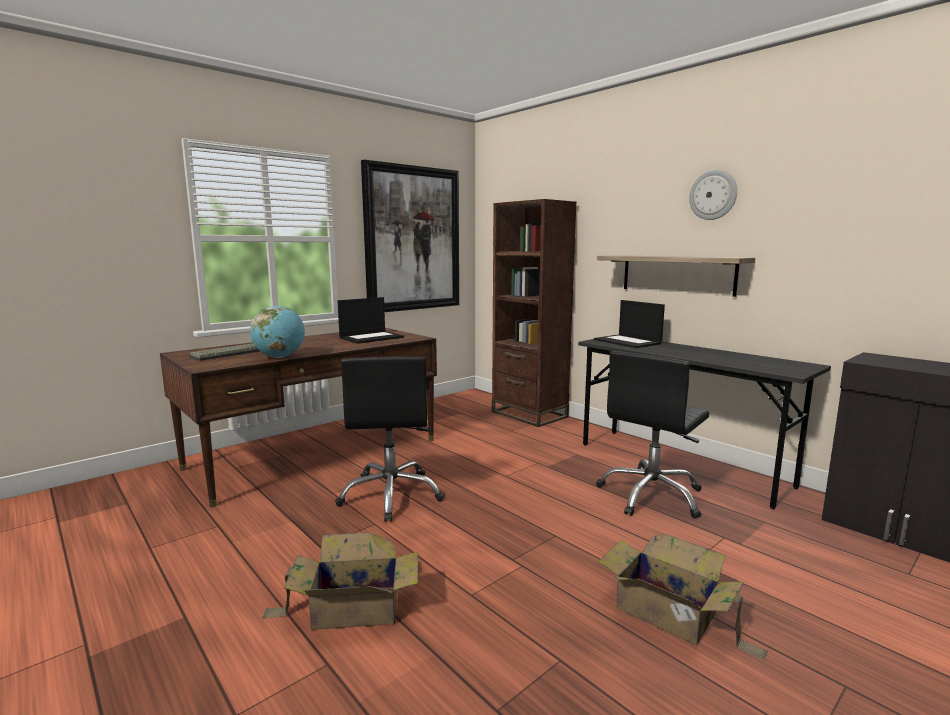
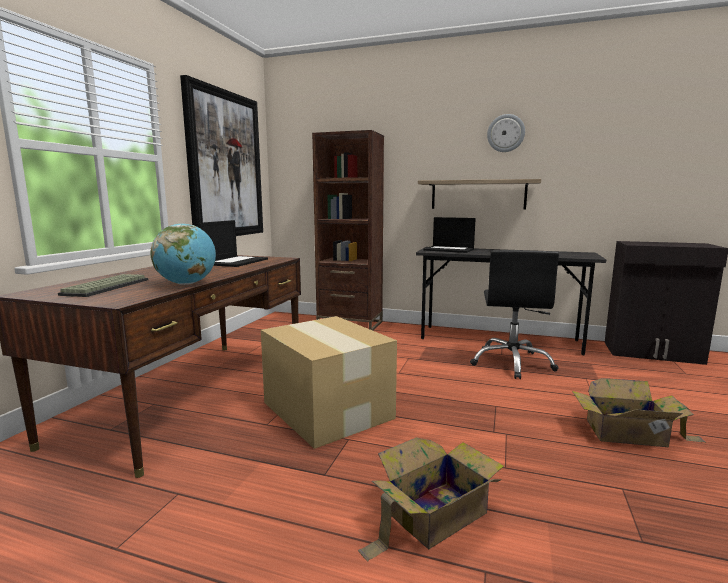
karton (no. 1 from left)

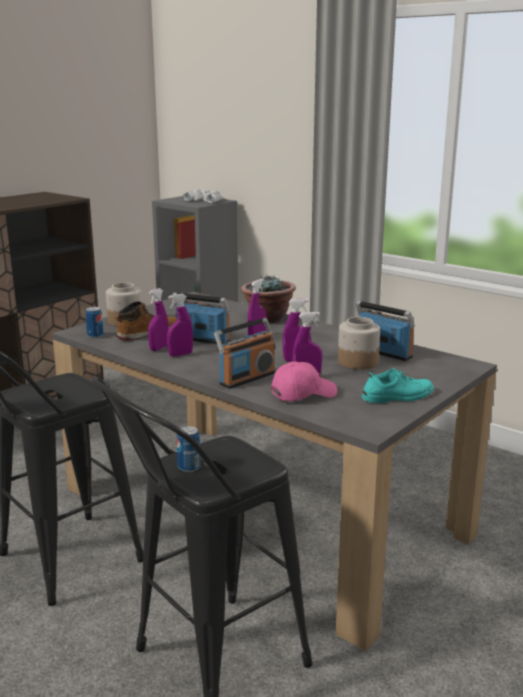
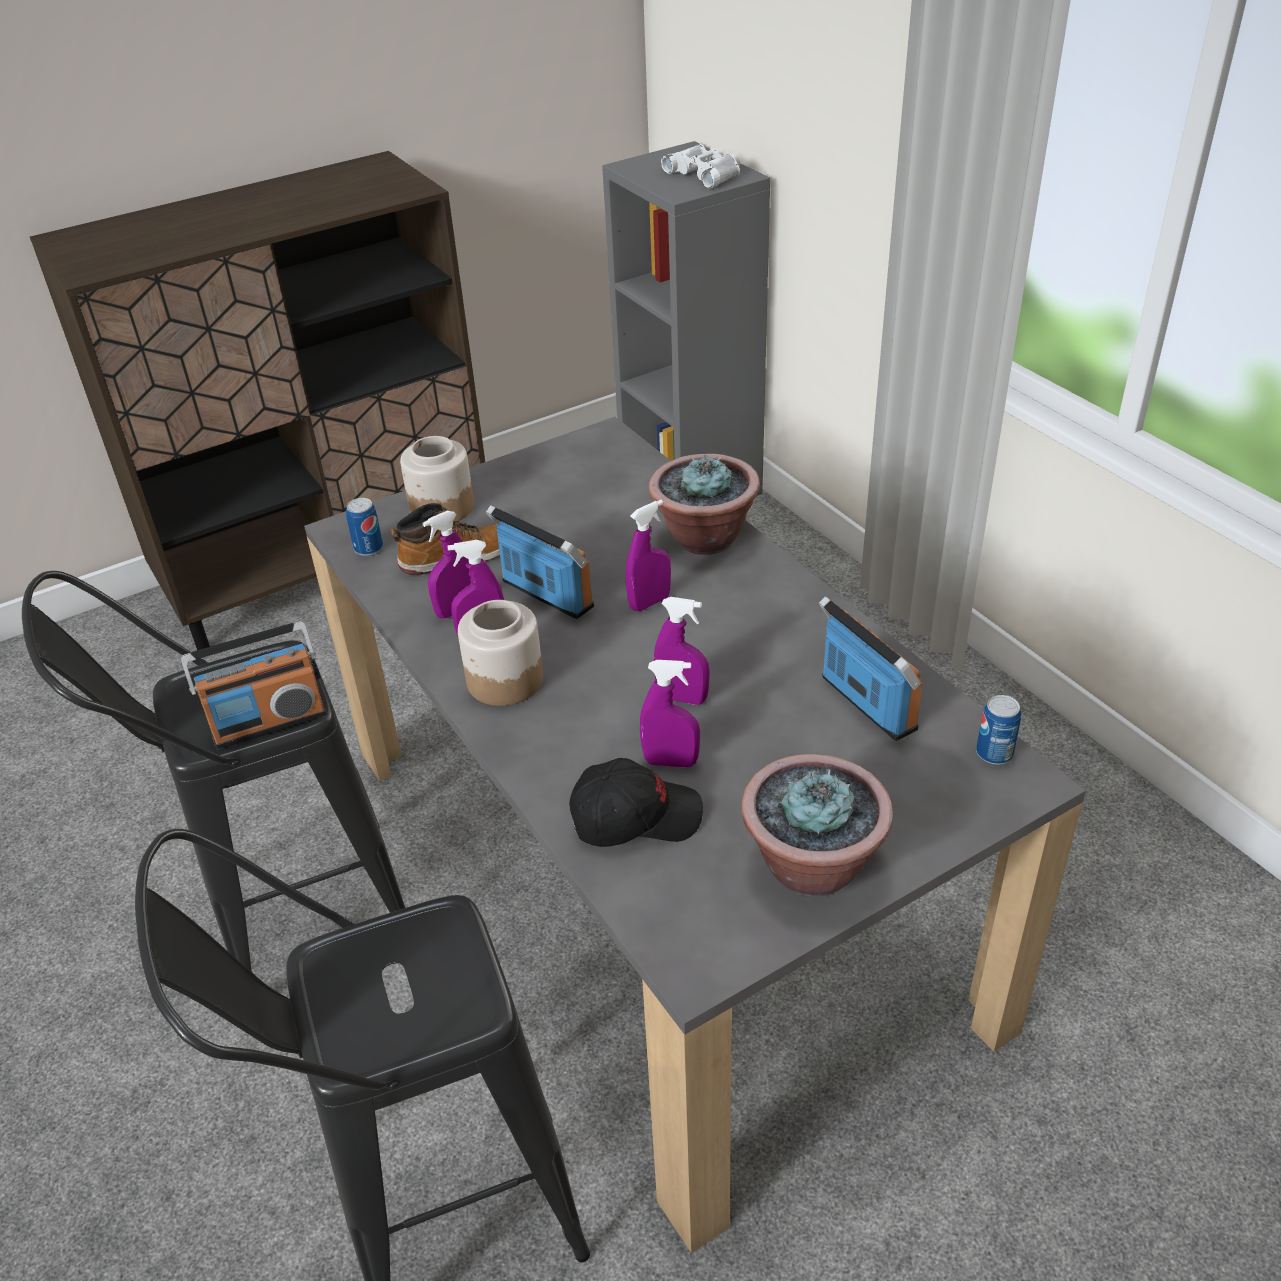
radio (no. 1 from left)
słoik (no. 2 from left)
czapka z daszkiem (czarny)
roślina doniczkowa (no. 2 from left)
puszka (no. 2 from left)

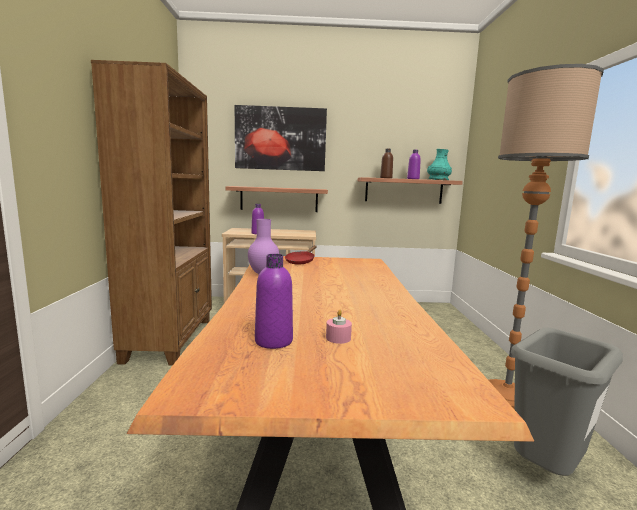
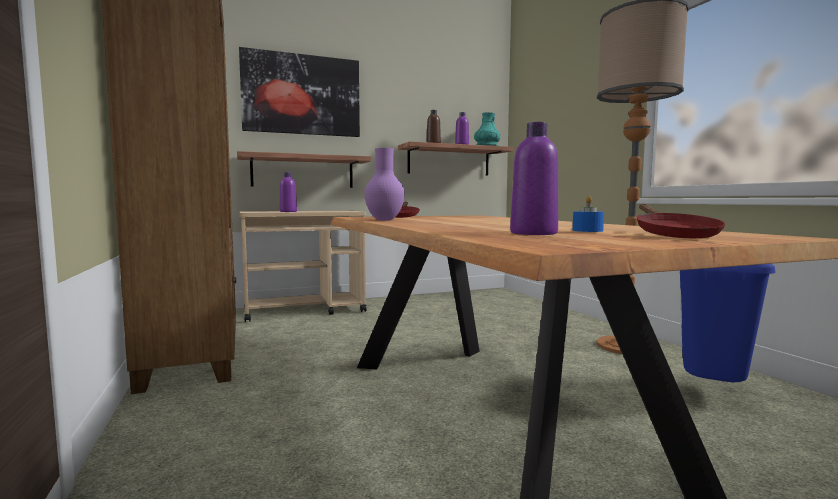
świeca (niebieski)
patelnia (czerwony) (no. 2 from left)
kosz na śmieci (niebieski)

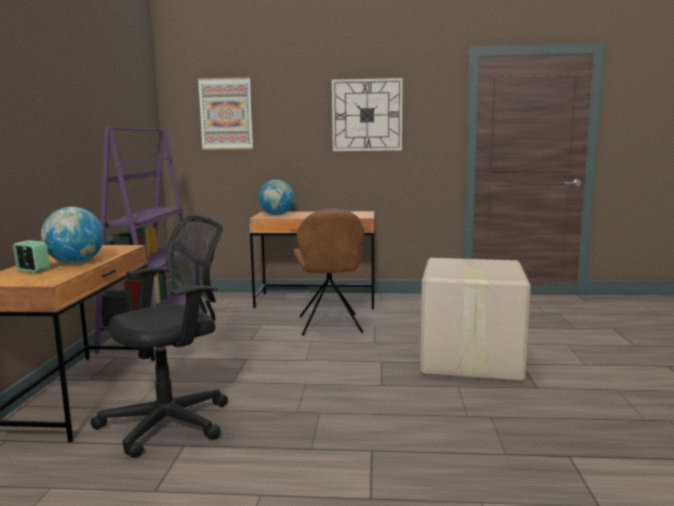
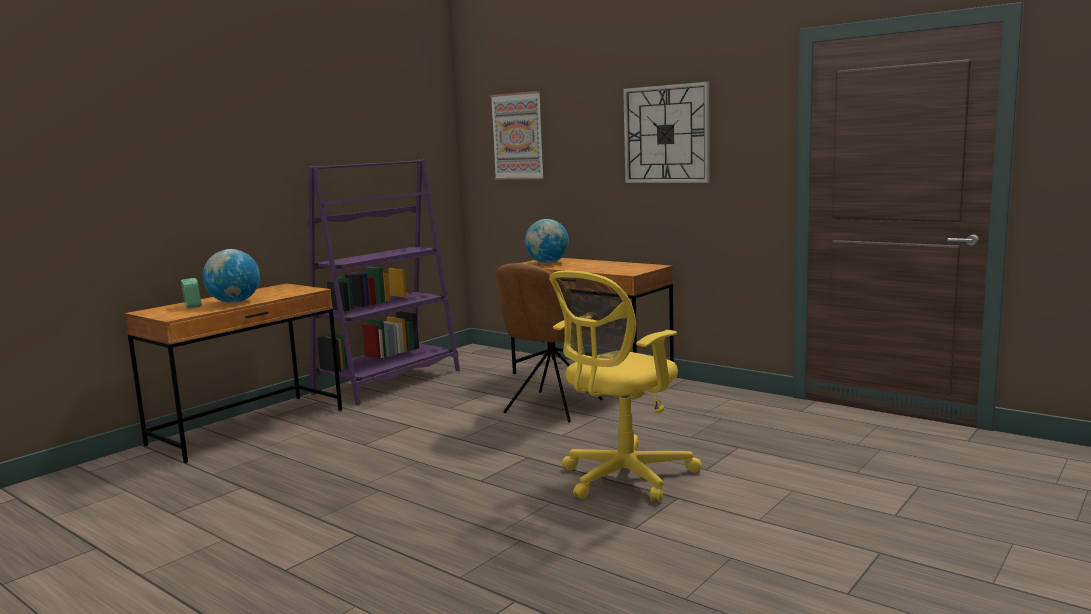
krzesło biurowe (żółty)
krzesło biurowe (czarny)

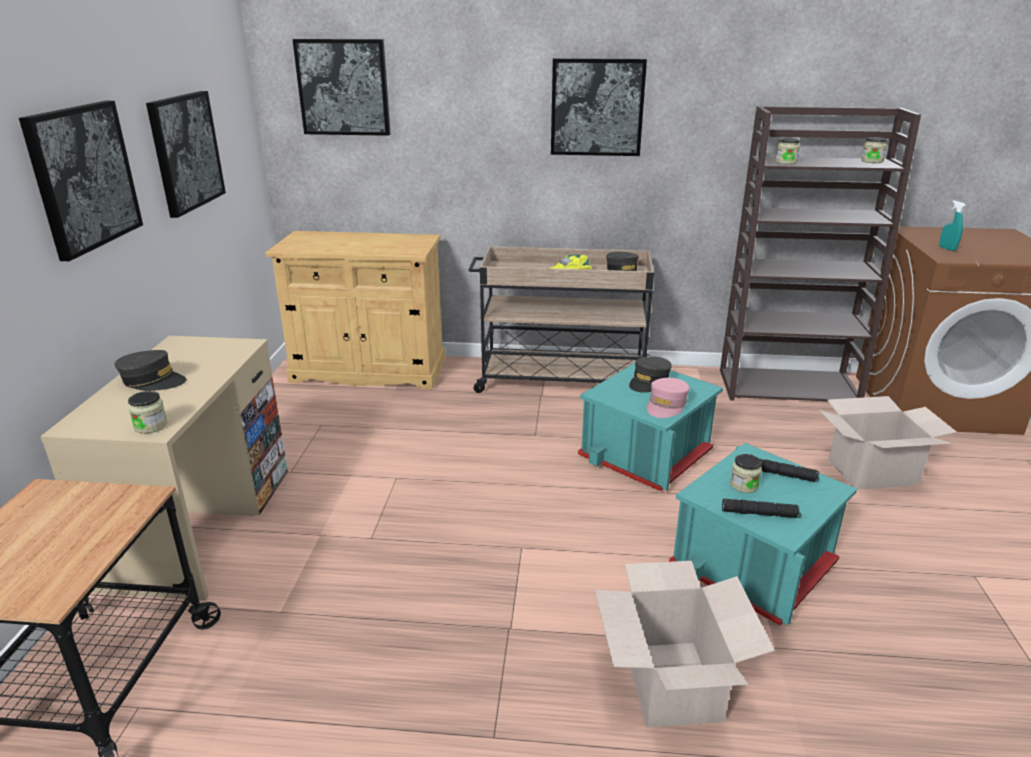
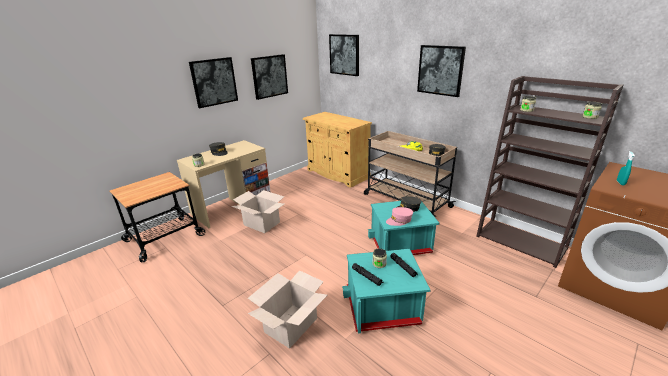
karton (no. 1 from left)

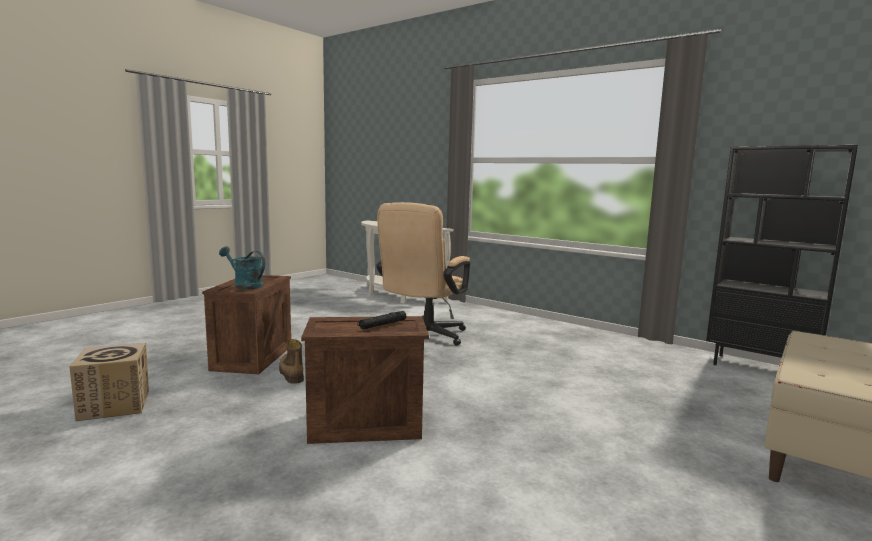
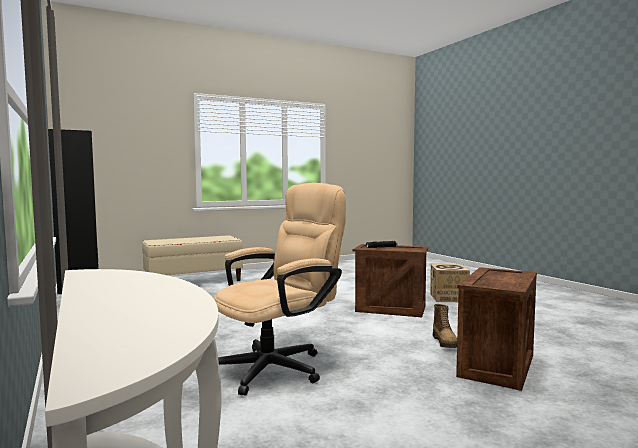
karton
konewka (turkusowy)

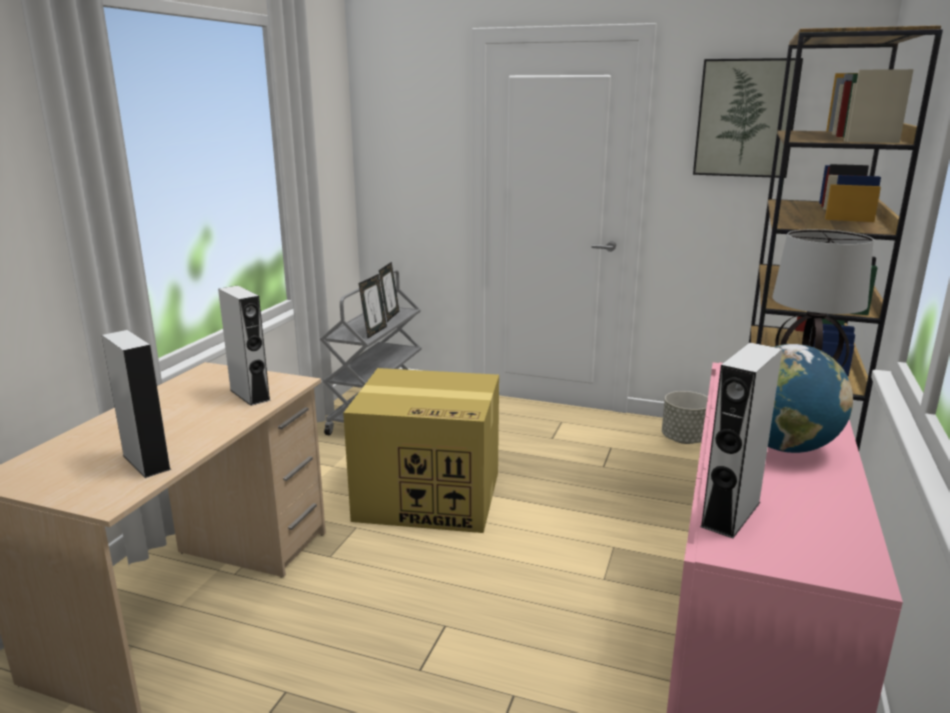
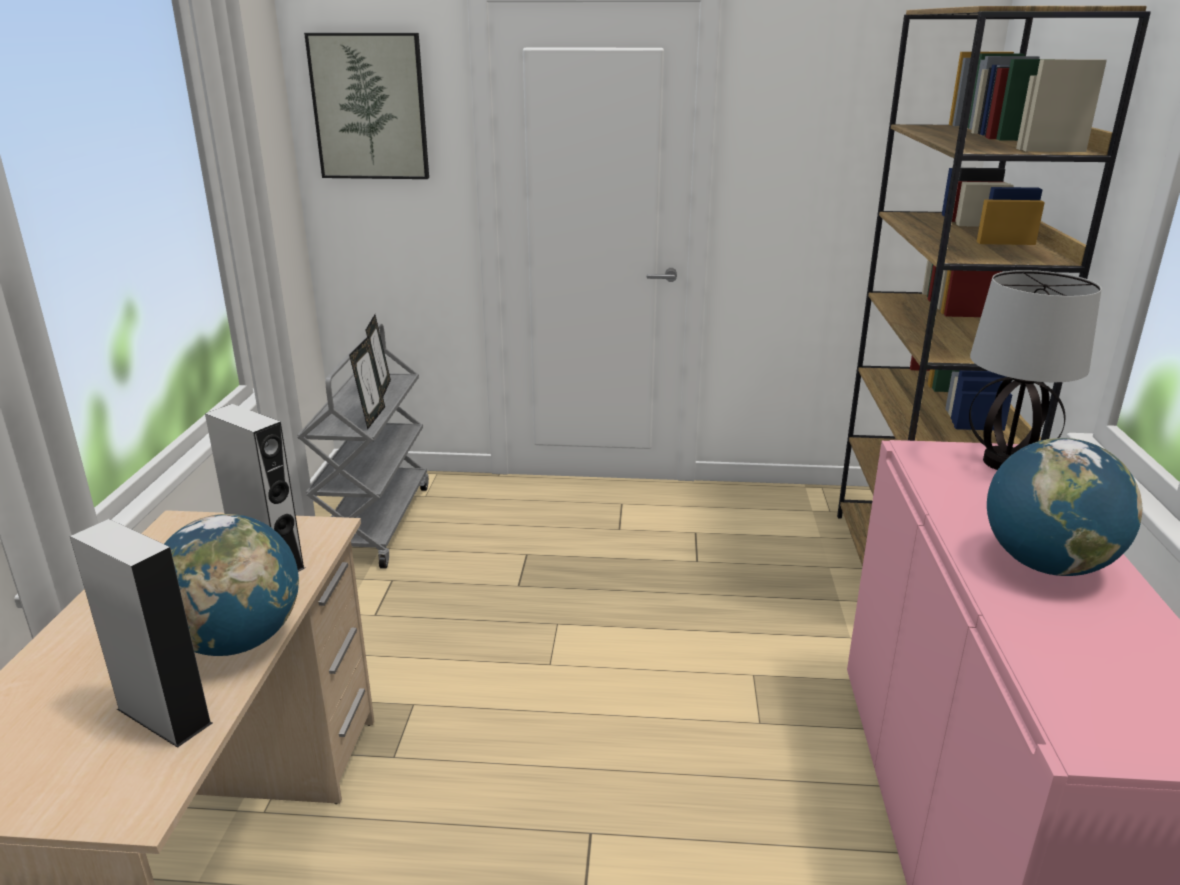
globus (no. 1 from left)
obraz
karton
donica (szary)
głośnik (szary) (no. 3 from left in the first image)

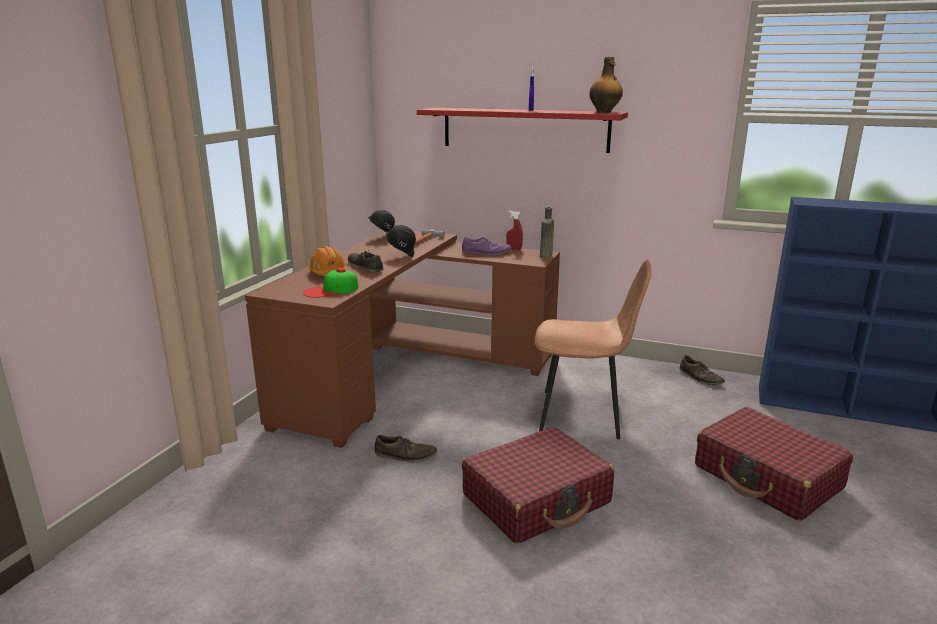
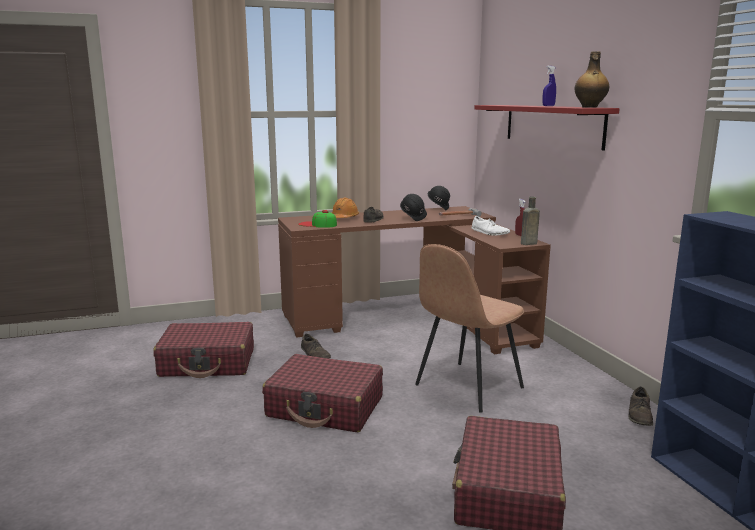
walizka (czerwony) (no. 1 from left)
krzesło (brązowy)
but (biały)

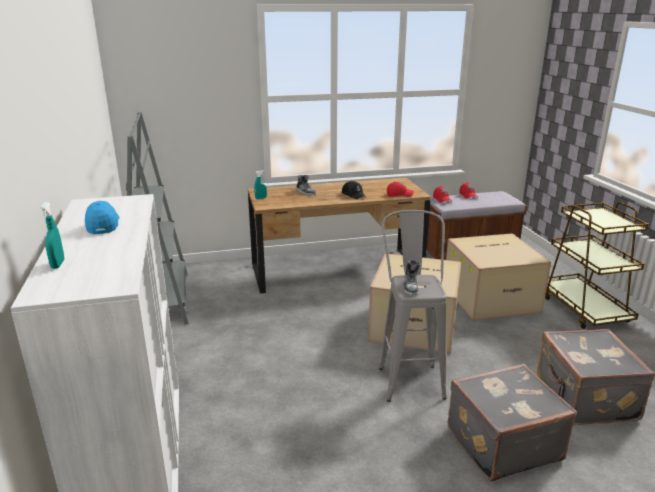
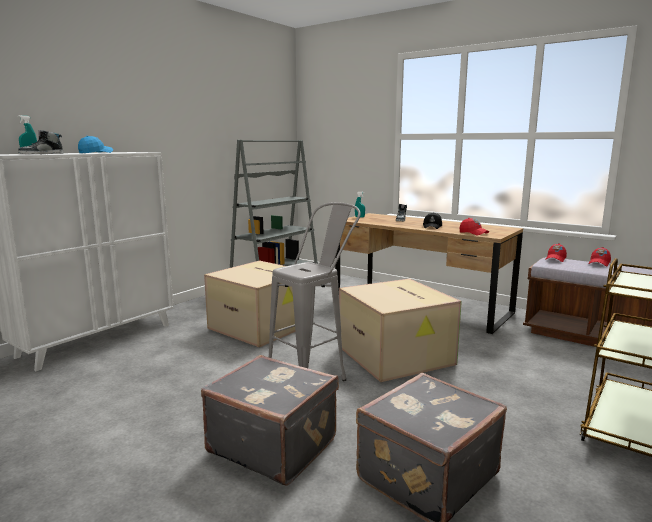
but (no. 1 from left)
karton (no. 1 from left)

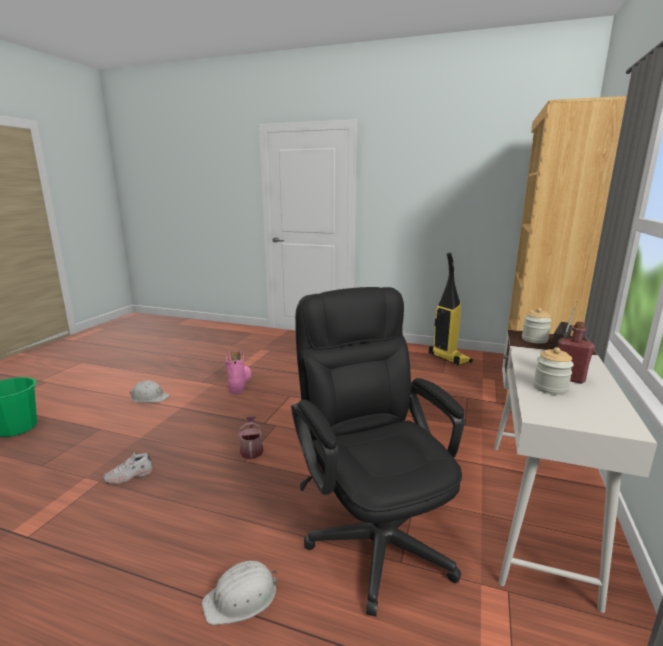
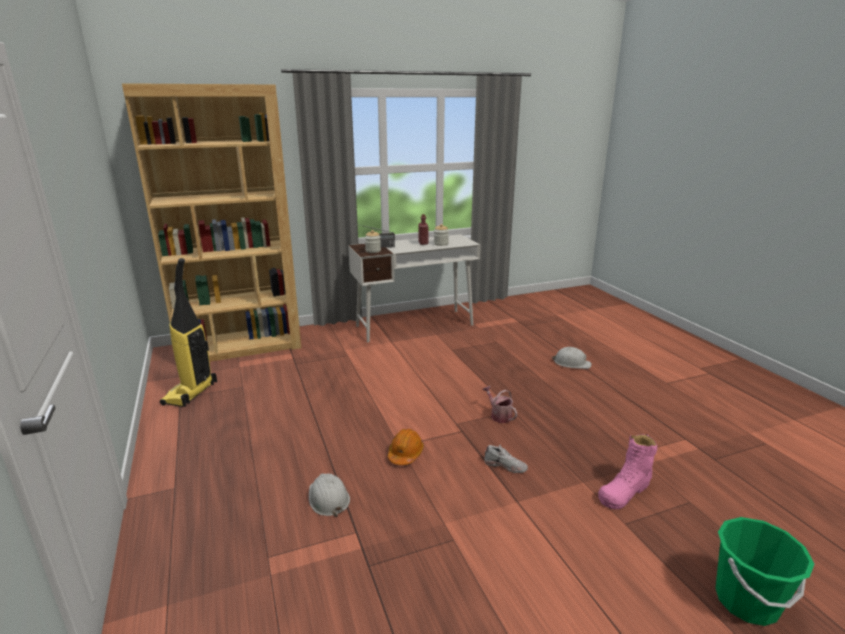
kask (biały) (no. 1 from left)
kask (pomarańczowy)
konewka
but (biały)
but z cholewką (różowy)
krzesło biurowe (czarny)

